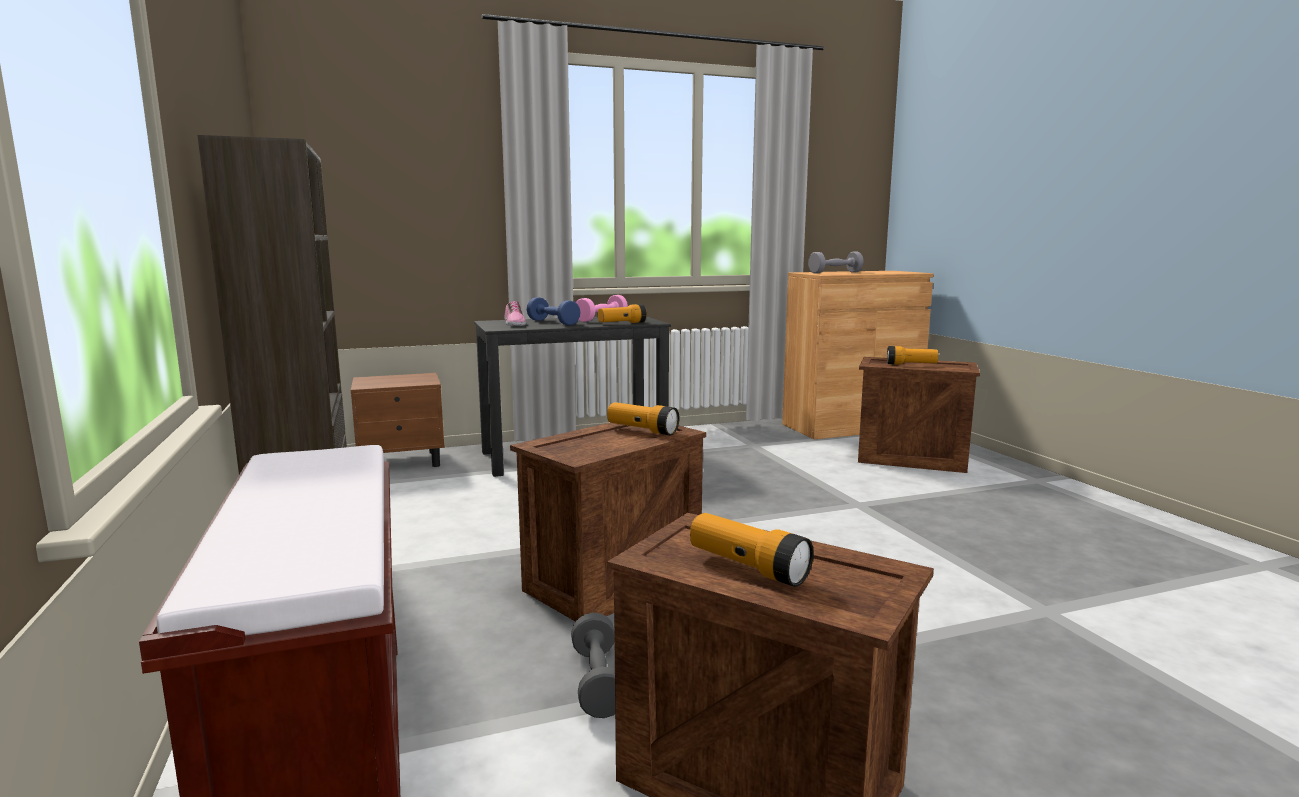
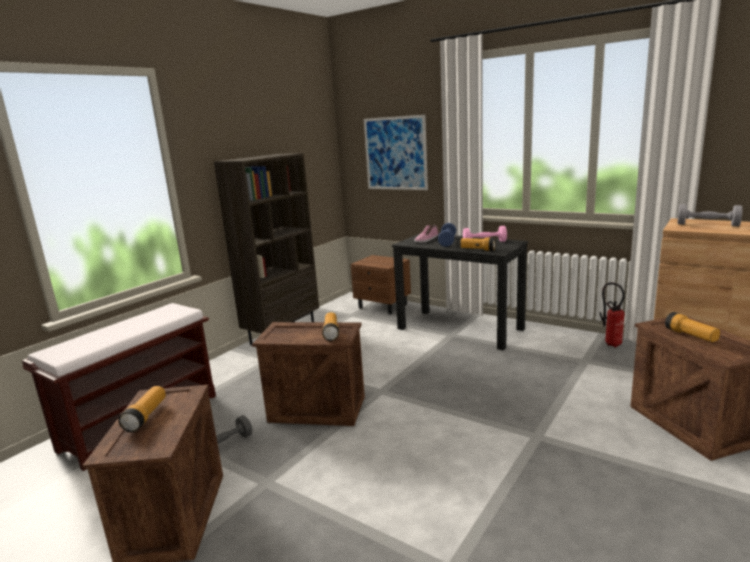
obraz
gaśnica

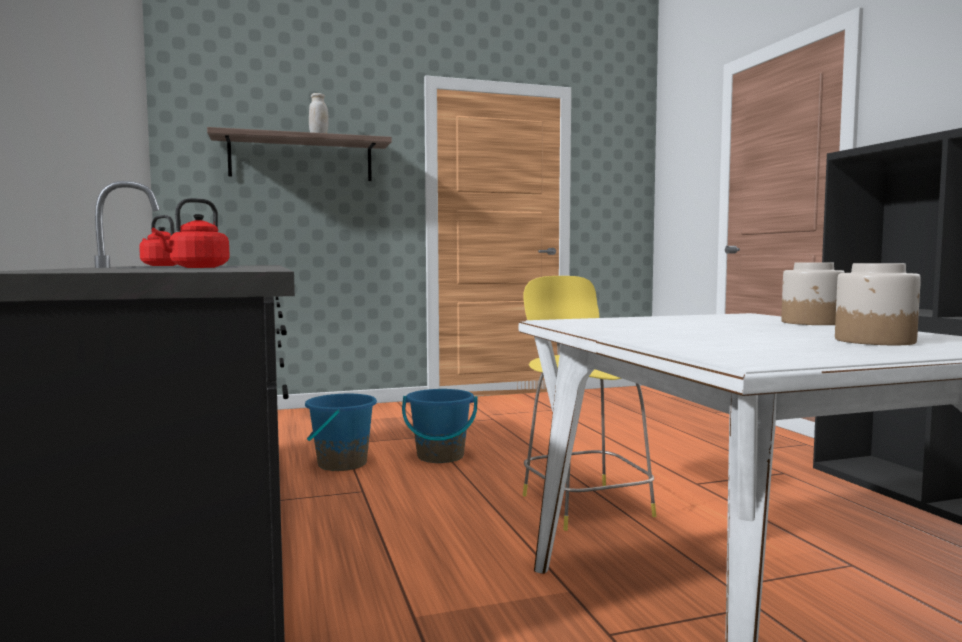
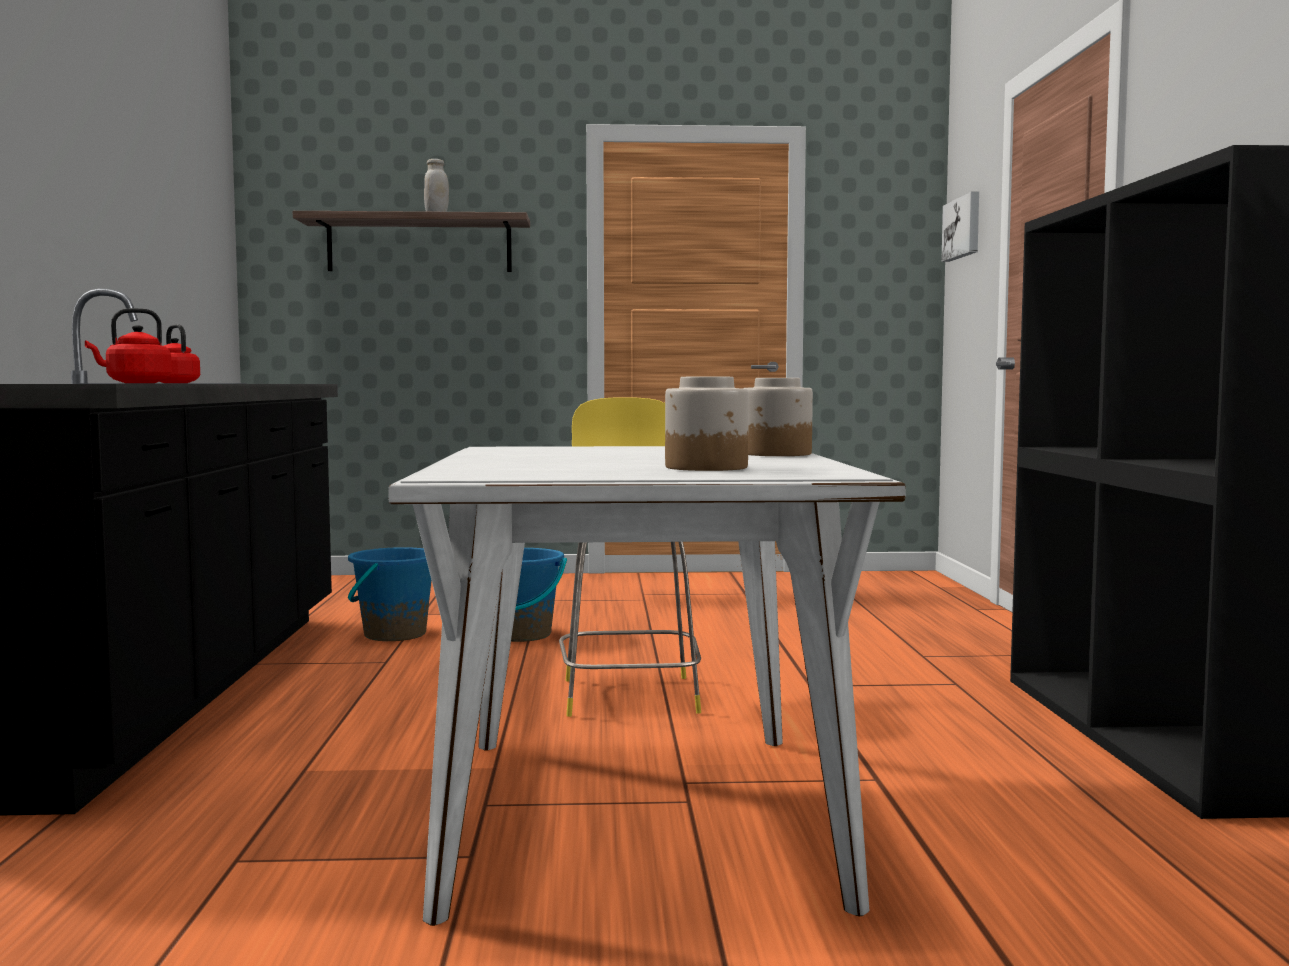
obraz

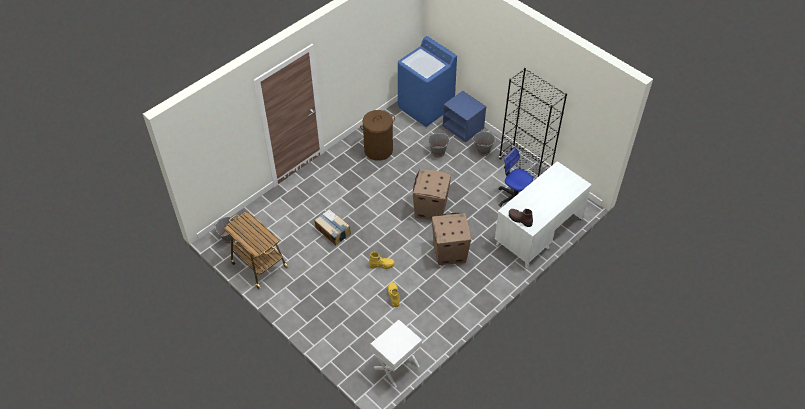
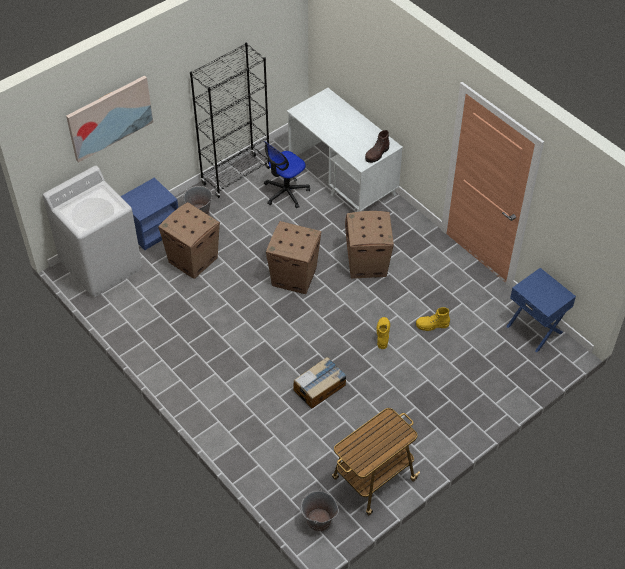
pralka (biały)
obraz
karton (no. 1 from left)
szafka nocna (niebieski) (no. 2 from left)
kosz na pranie (brązowy)

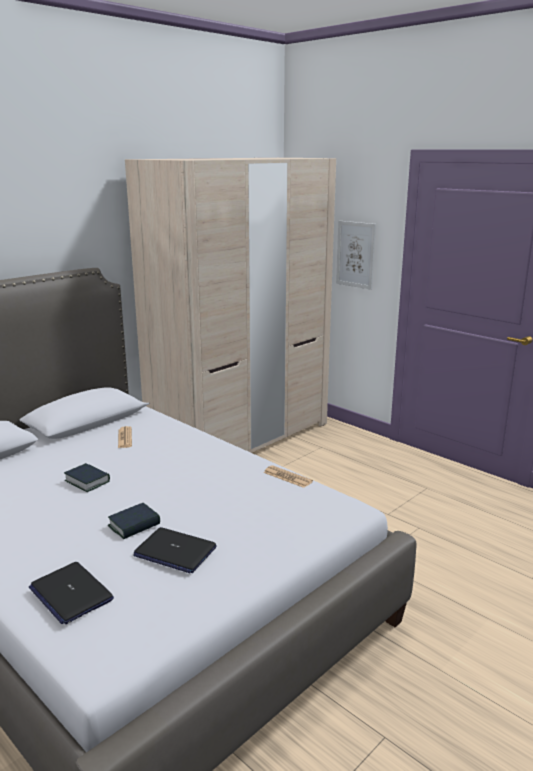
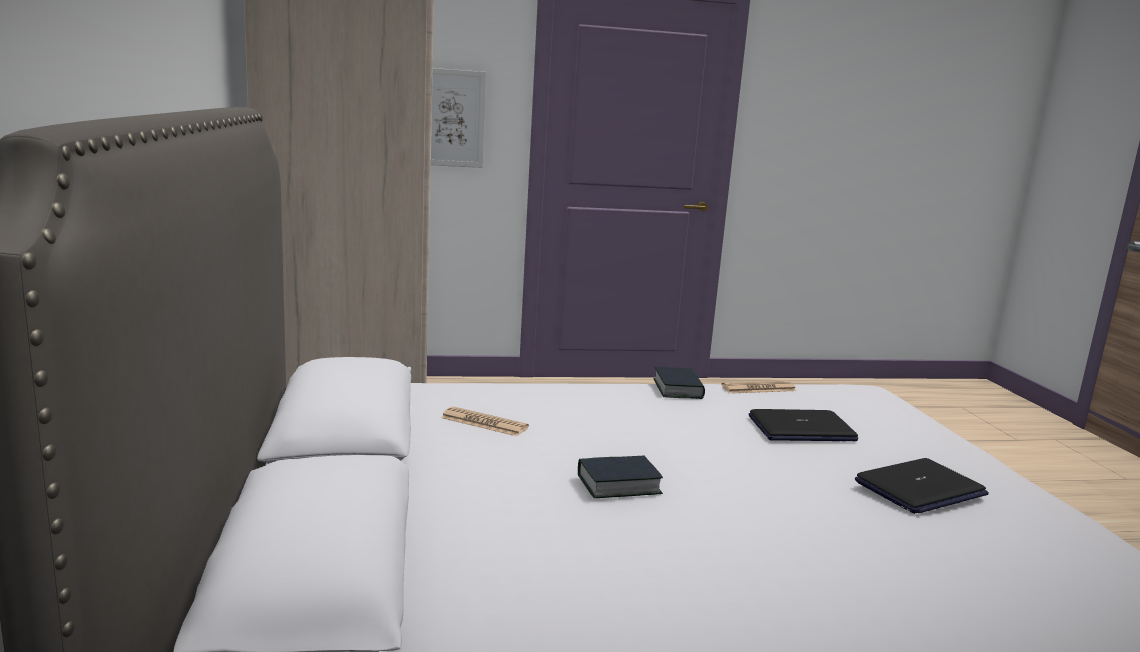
książka (no. 2 from left)
laptop (no. 1 from left)

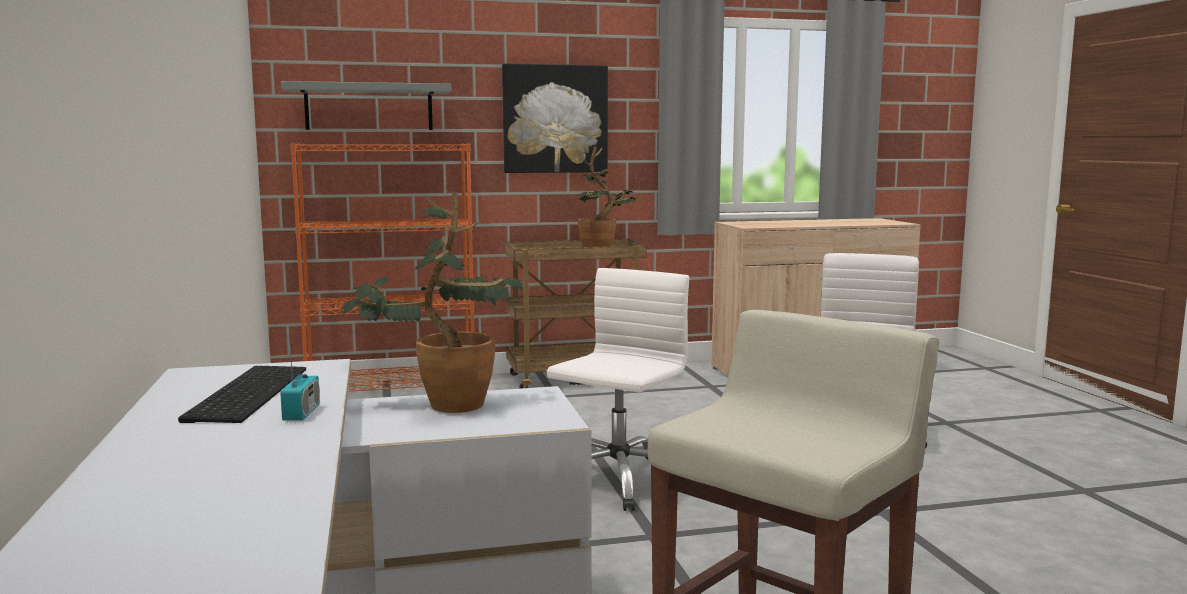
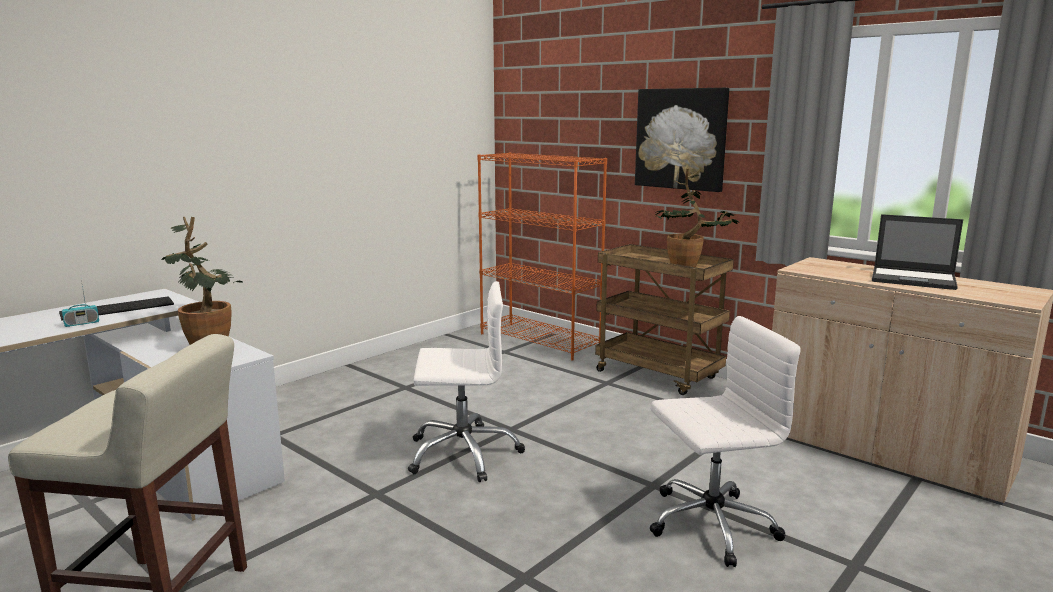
laptop
półka (szary)

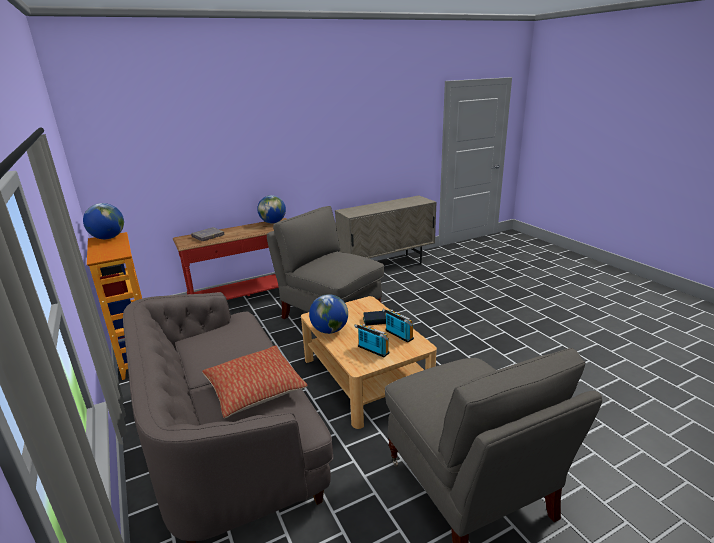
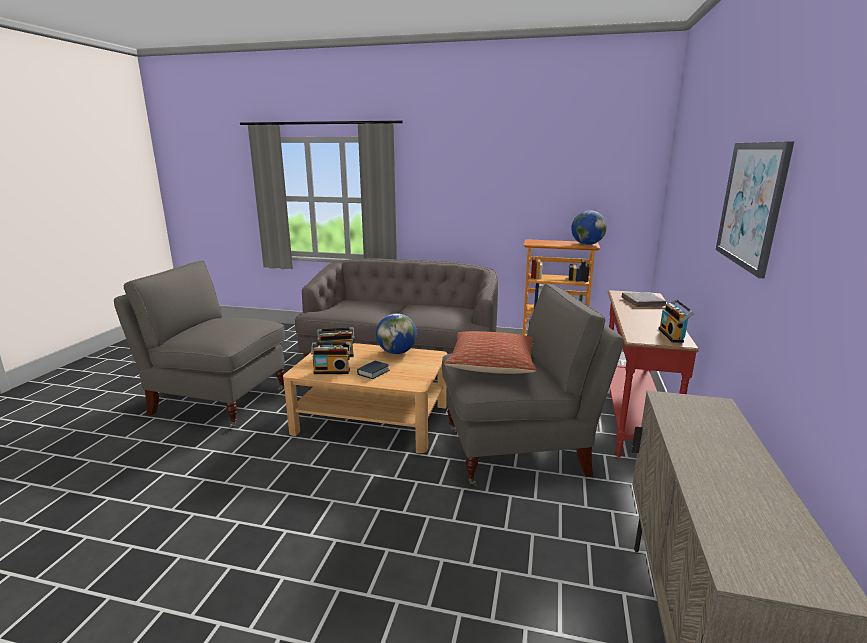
poduszka
radio (no. 3 from left)
obraz

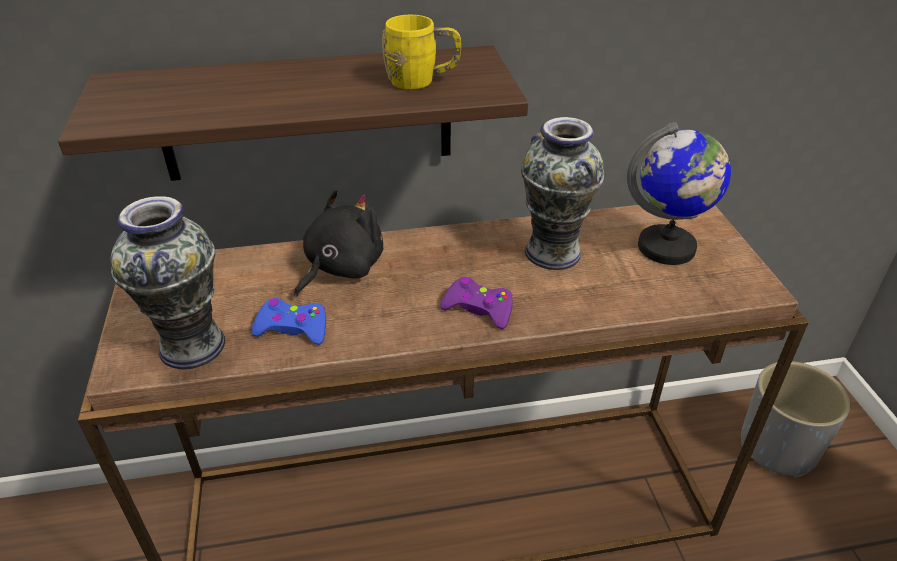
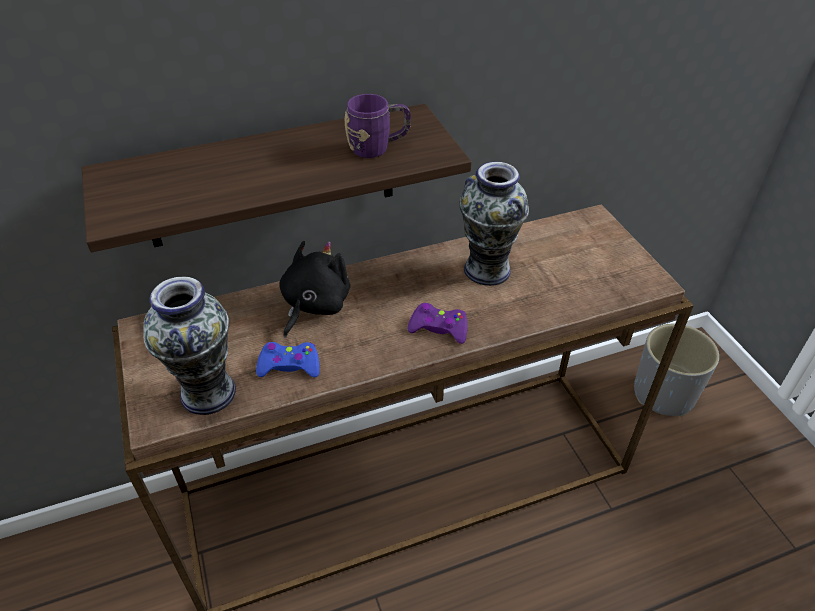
kubek (fioletowy)
globus

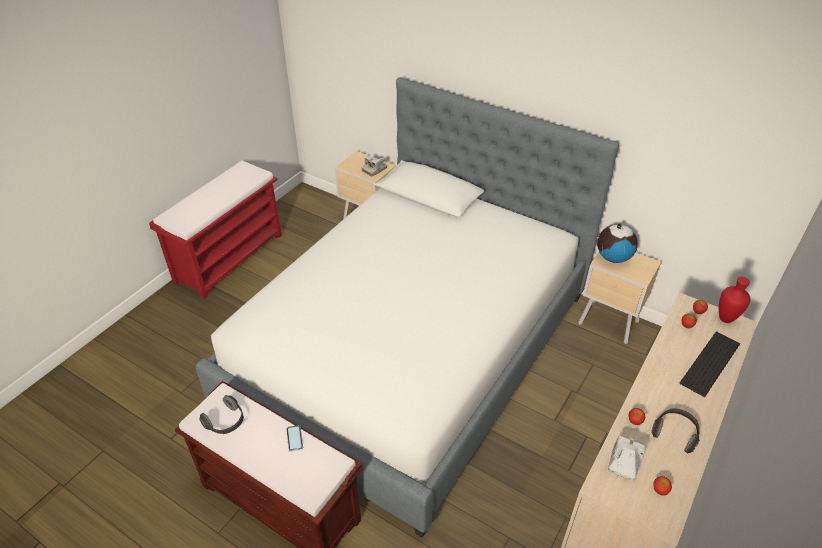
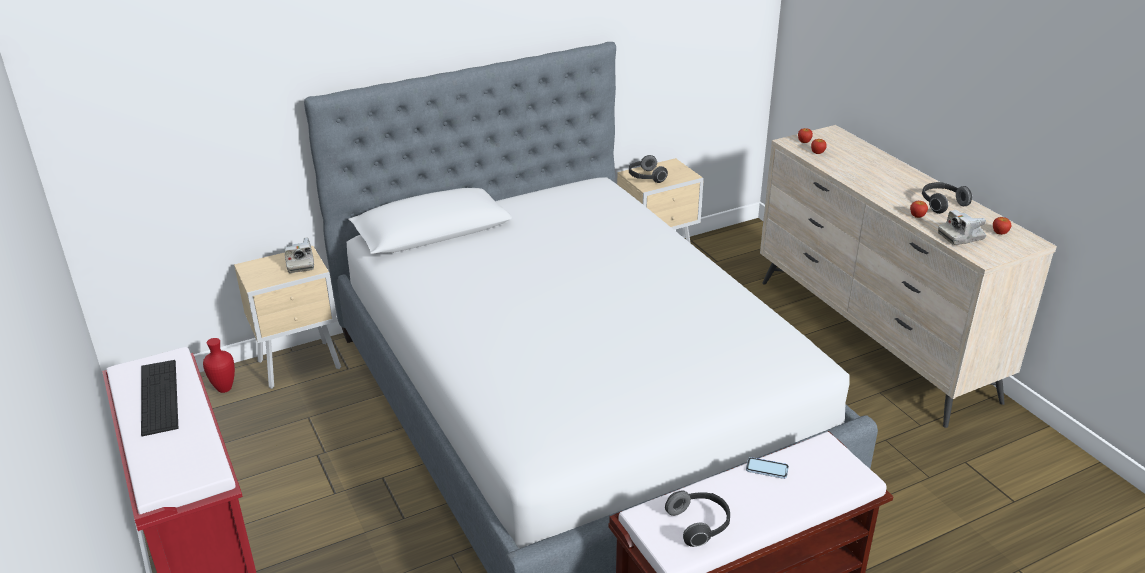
klawiatura
wazon (czerwony)
słuchawki (no. 1 from left)
aparat fotograficzny (no. 2 from left)

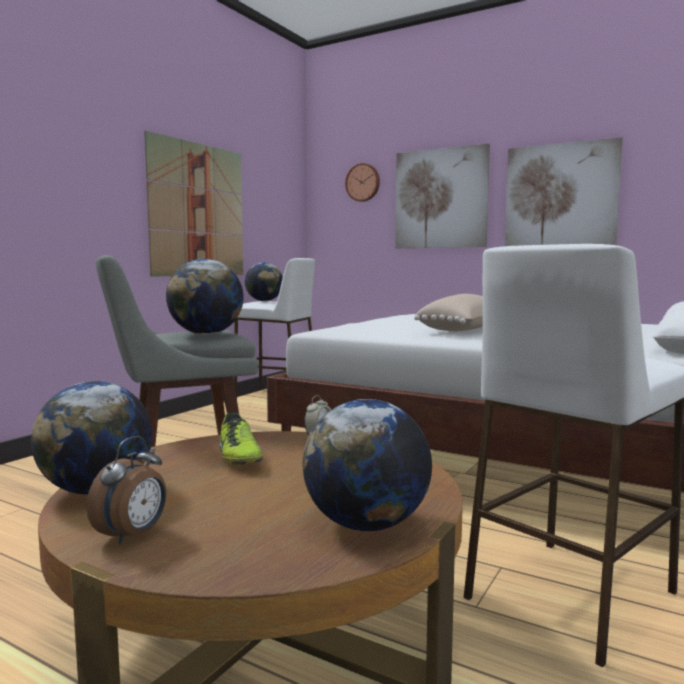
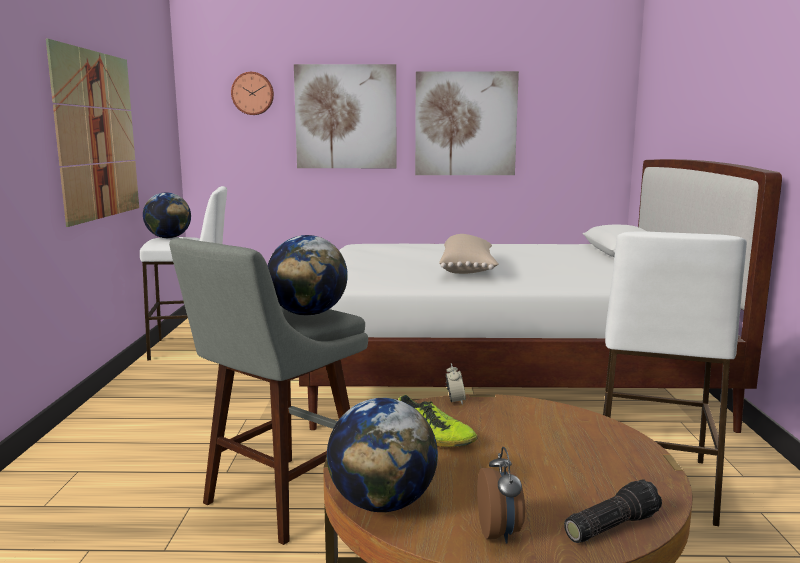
latarka
globus (no. 4 from left in the first image)

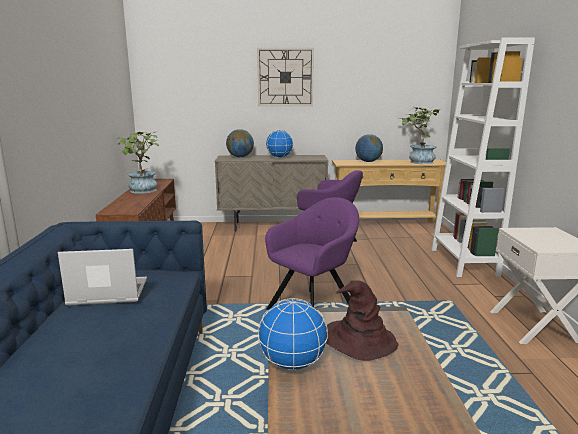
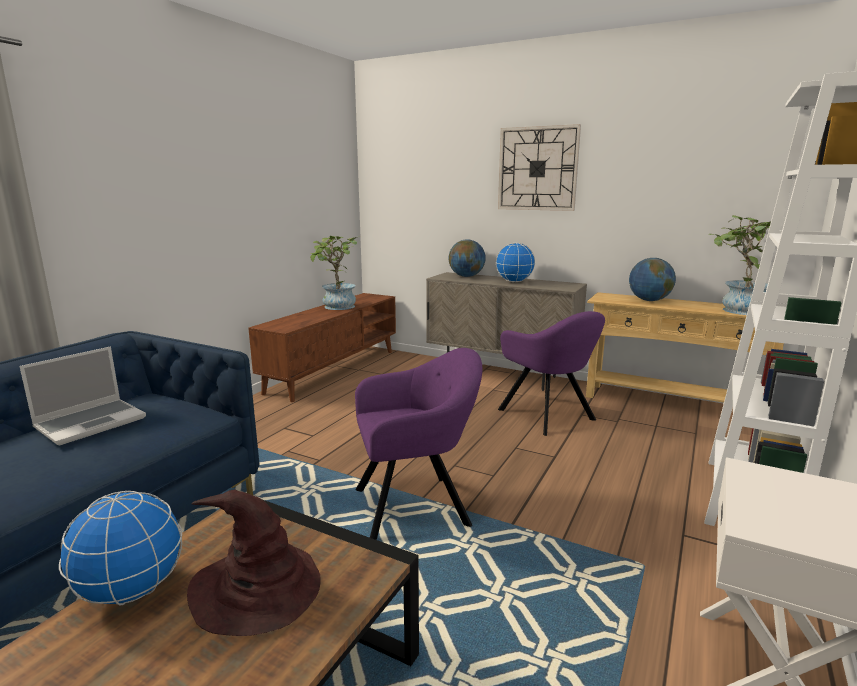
laptop

